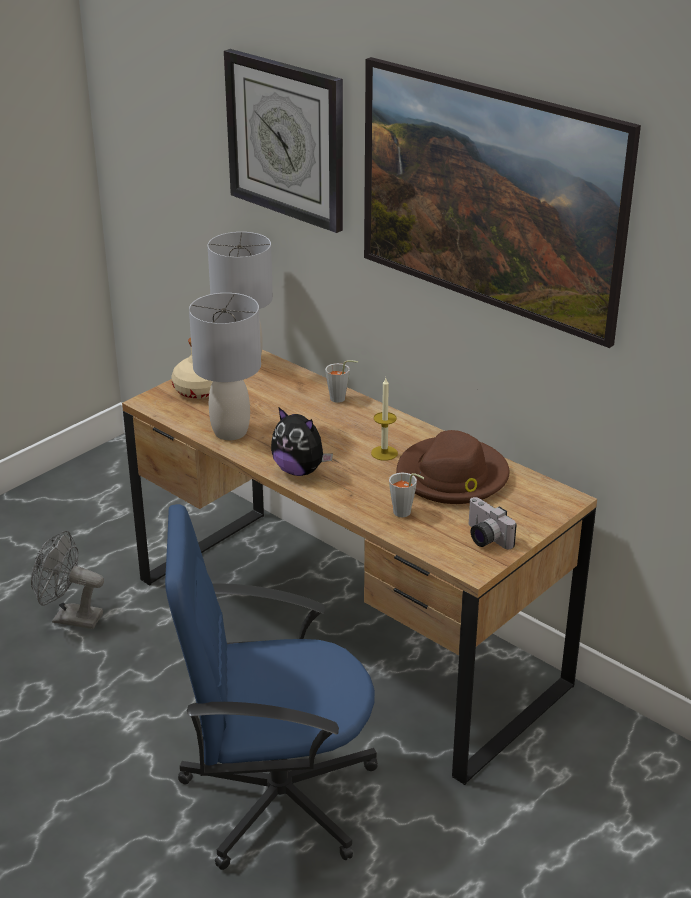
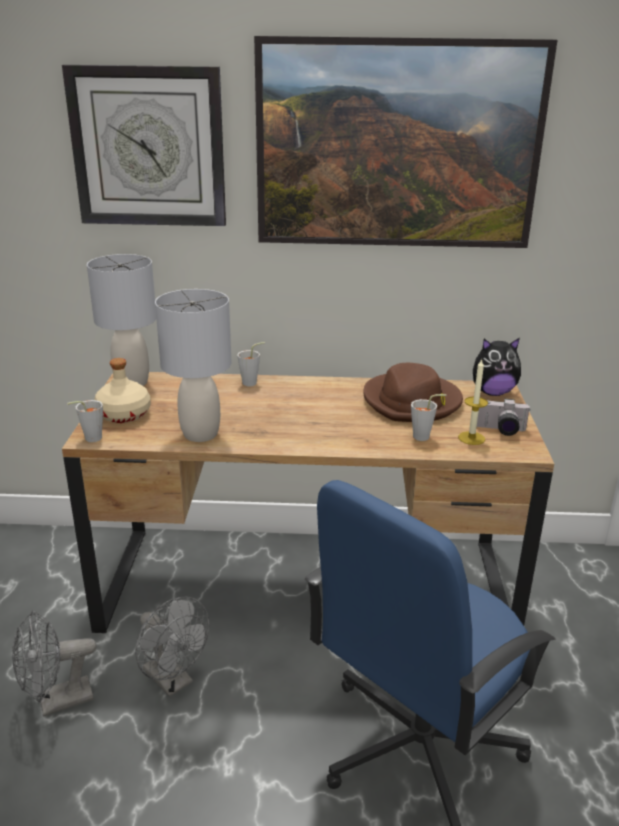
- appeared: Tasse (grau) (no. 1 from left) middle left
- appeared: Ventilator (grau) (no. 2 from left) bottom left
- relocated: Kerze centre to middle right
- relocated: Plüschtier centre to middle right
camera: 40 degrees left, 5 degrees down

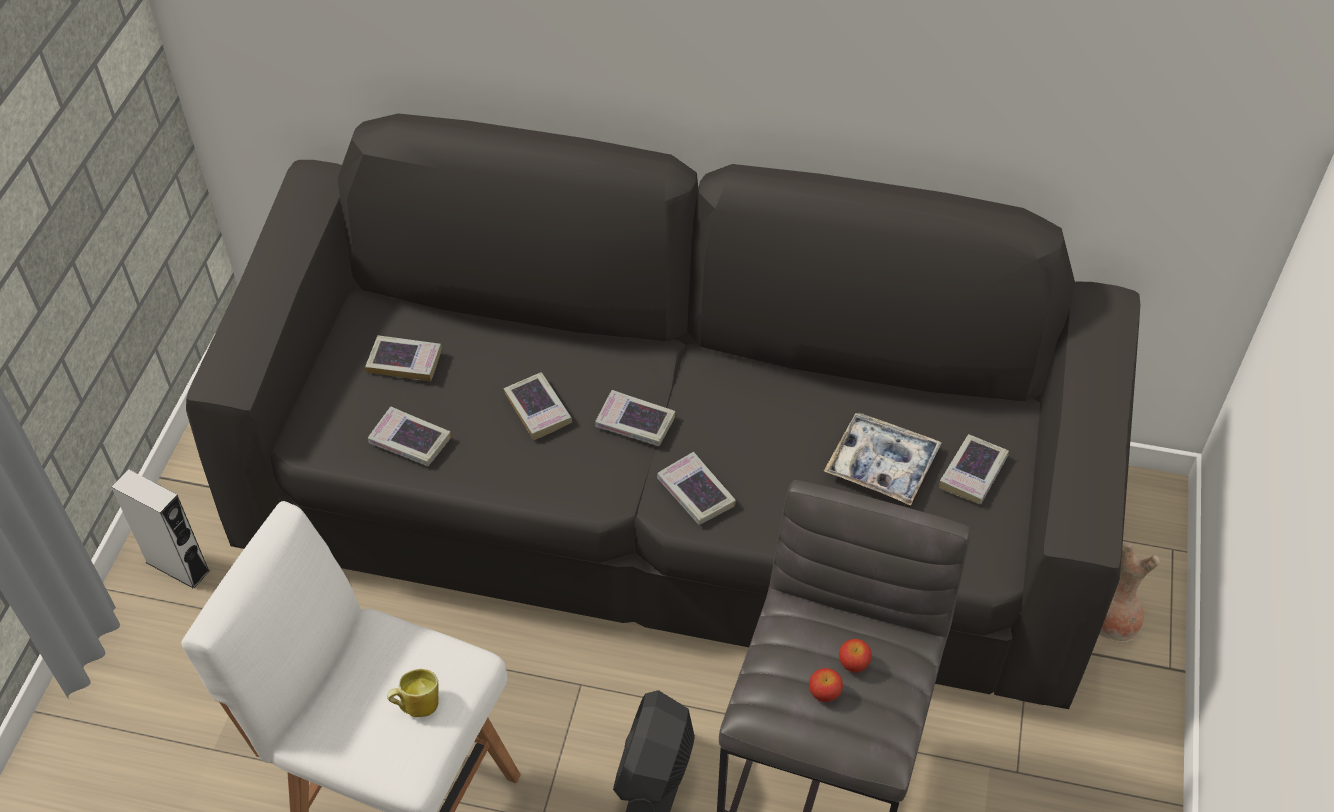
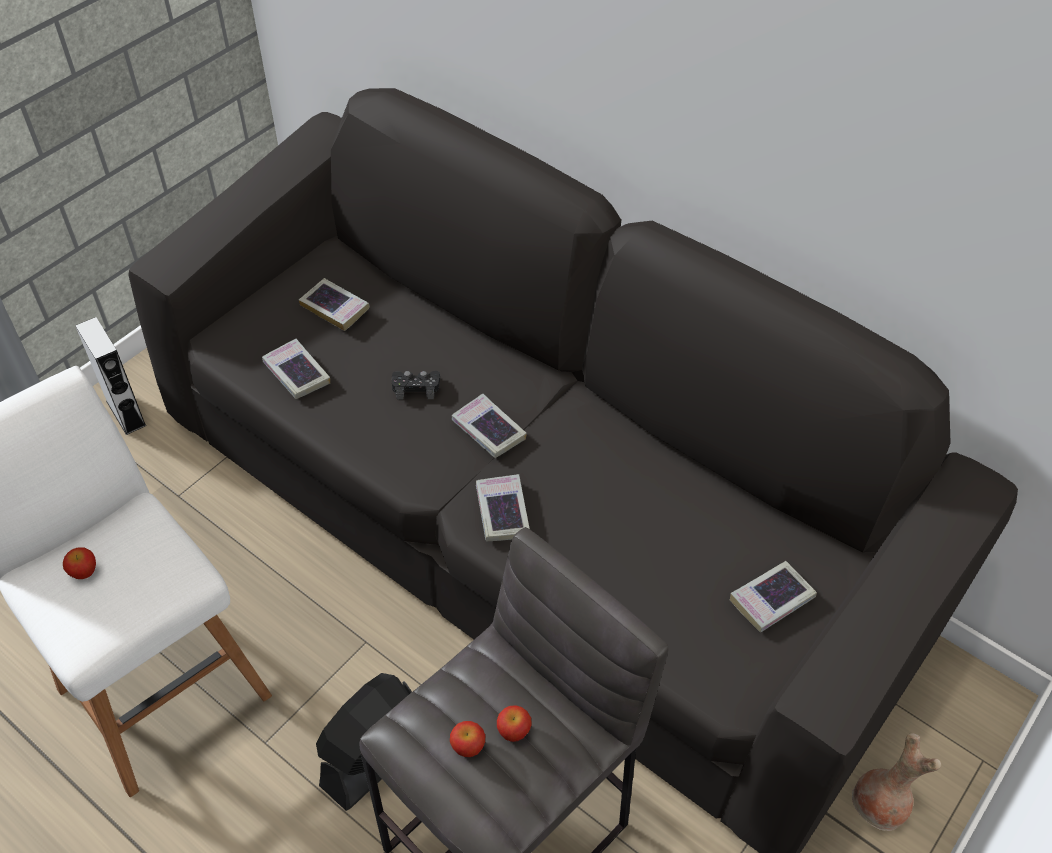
- appeared: Apfel (no. 1 from left) middle left
- exchanged: Buch (no. 3 from left) centre to Gamepad (schwarz) centre
- missing: Henkelbecher bottom left
- missing: Tablett centre
camera: 25 degrees right, 0 degrees up

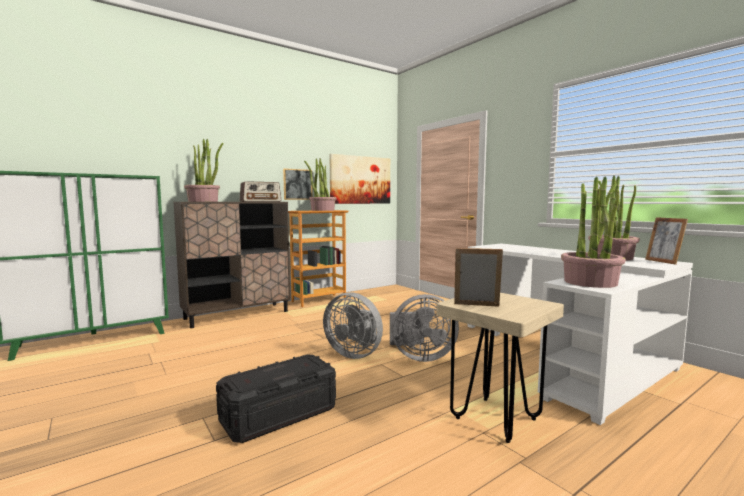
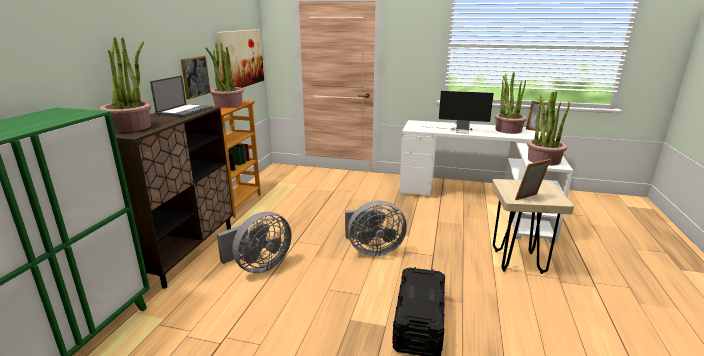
- exchanged: Radio centre to Laptop top left
- relocated: Ventilator (grau) (no. 2 from left in the first image) centre to Ventilator (grau) (no. 1 from left) bottom centre
- appeared: Monitor top centre
camera: 40 degrees left, 15 degrees up

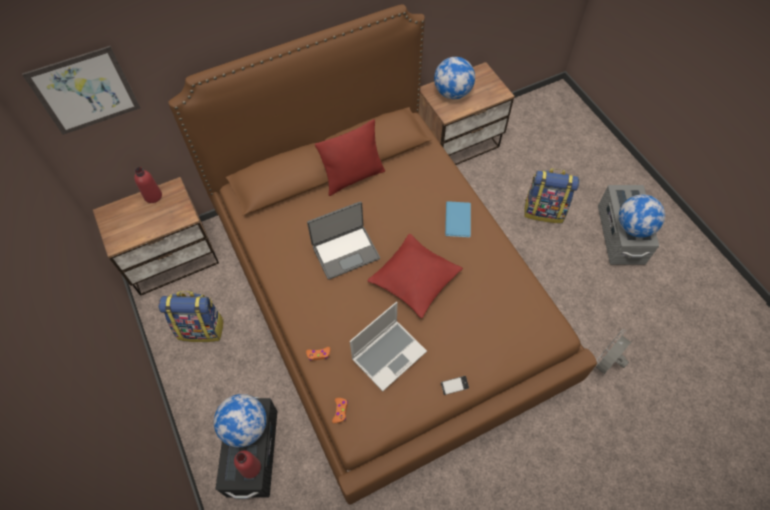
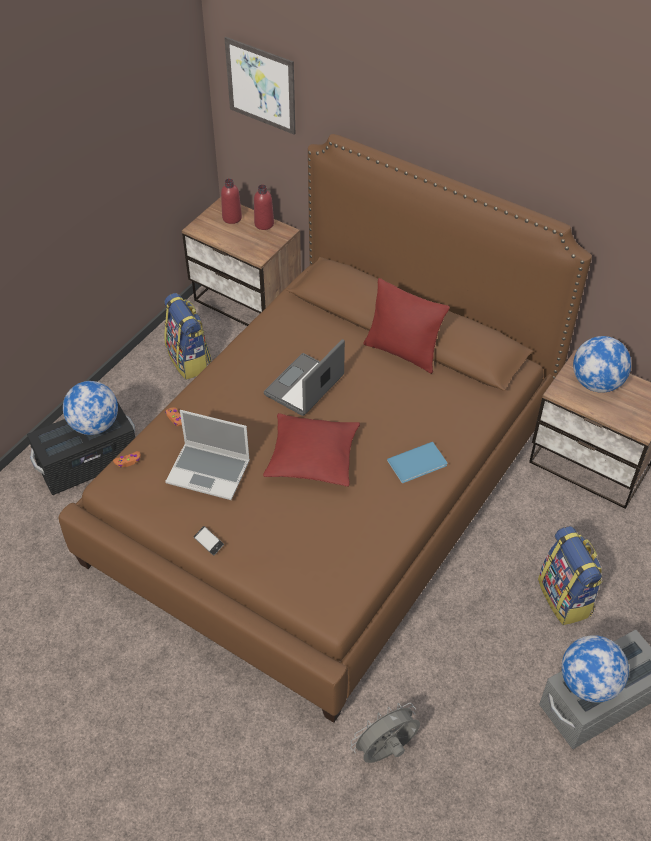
- relocated: Flasche (rot) (no. 2 from left in the first image) bottom left to Flasche (rot) (no. 1 from left) top centre
- spun: Laptop (no. 1 from left in the first image) centre = centre 90 degrees clockwise
- spun: Ventilator (grau) bottom right = bottom centre 45 degrees counterclockwise
camera: 60 degrees right, 10 degrees down

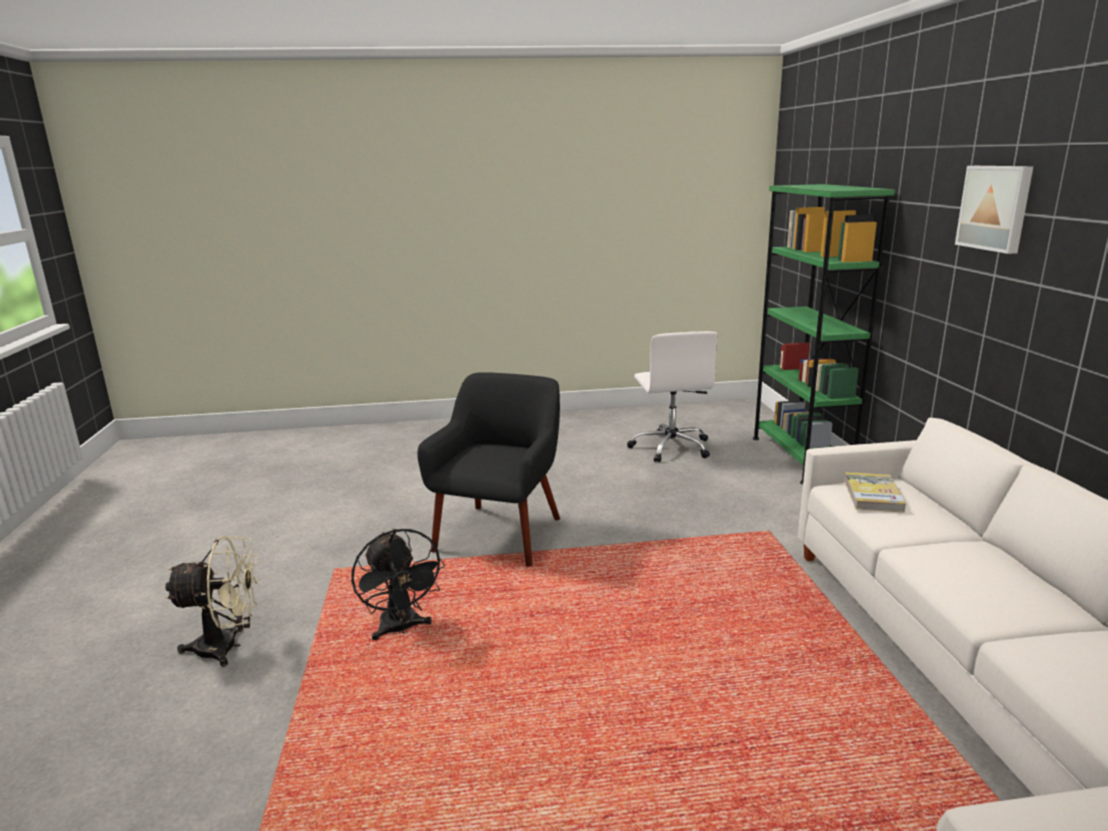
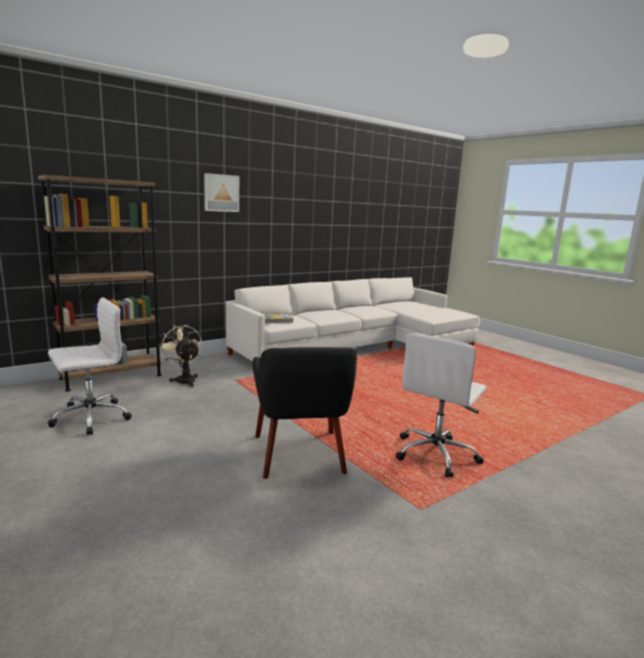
- colour: Bücherregal (grün) middle right to Bücherregal (braun) middle left
- relocated: Ventilator (beige) bottom left to middle left
- spun: Sessel (schwarz) centre = centre 90 degrees counterclockwise
- exchanged: Ventilator (schwarz) bottom centre to Bürostuhl (weiß) (no. 2 from left) middle right
camera: 120 degrees left, 5 degrees down

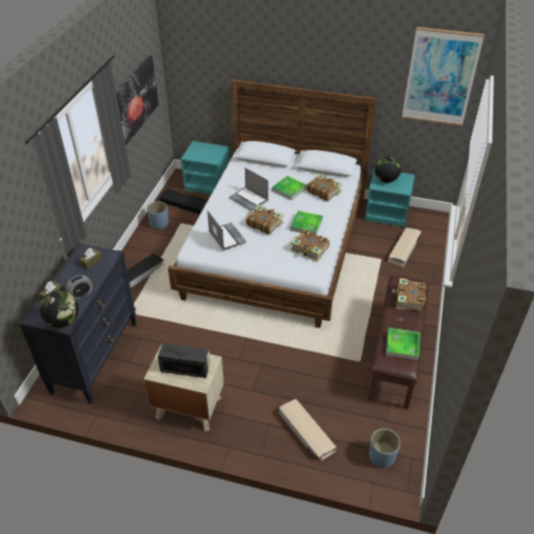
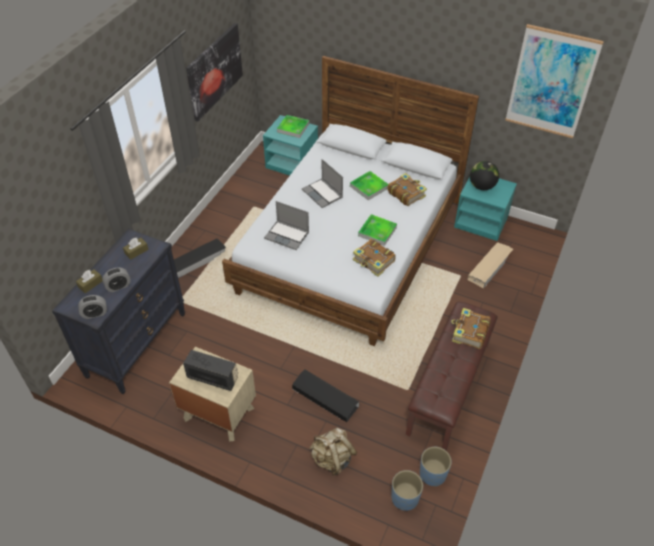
- exchanged: Globus (no. 1 from left) middle left to Wecker (no. 1 from left) middle left
- spun: Laptop (no. 1 from left) centre = centre 135 degrees clockwise
- relocated: Tablett (no. 3 from left in the first image) middle right to Tablett (no. 1 from left) top centre
- relocated: Aufbewahrungsbox (schwarz) (no. 2 from left) centre to bottom centre
- exchanged: Aufbewahrungsbox (beige) (no. 1 from left) bottom centre to Rucksack (beige) bottom centre
- relocated: Pflanzkübel (blau) (no. 1 from left in the first image) middle left to Pflanzkübel (blau) (no. 2 from left) bottom right
- missing: Buch (no. 1 from left) centre
camera: 10 degrees right, 5 degrees up

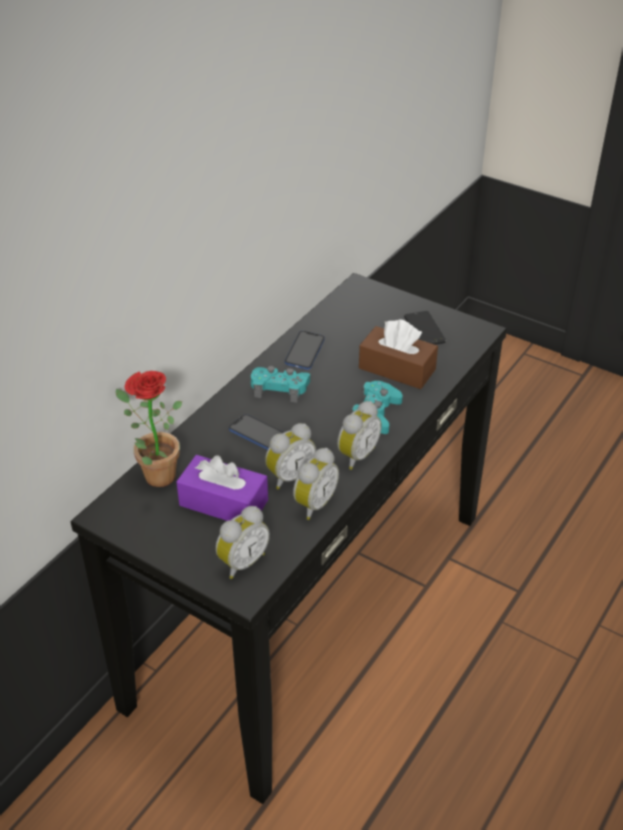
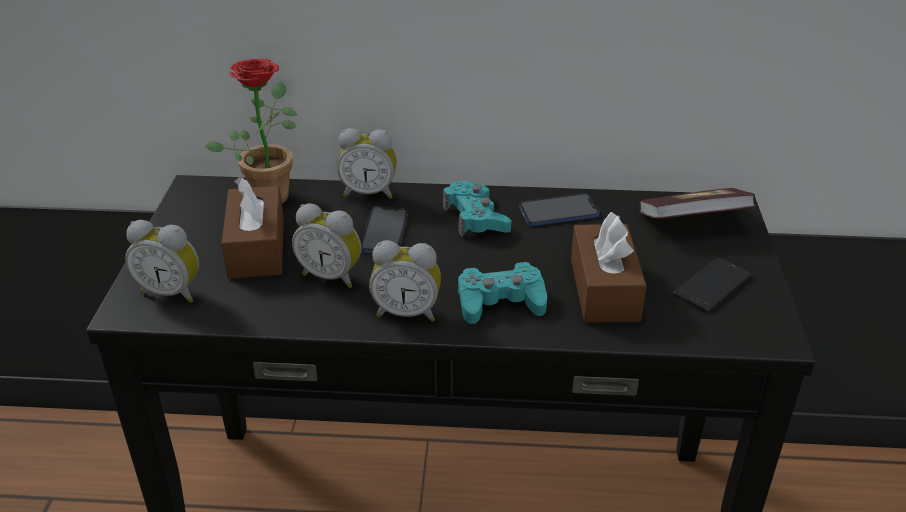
- colour: Taschentuchbox (lila) centre to Taschentuchbox (braun) (no. 1 from left) middle left
- relocated: Wecker (no. 3 from left) centre to top centre
- appeared: Buch middle right
camera: 60 degrees right, 5 degrees down

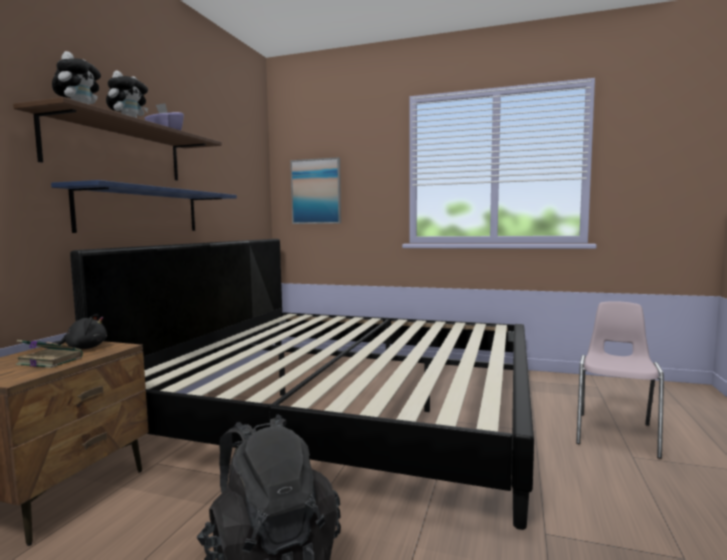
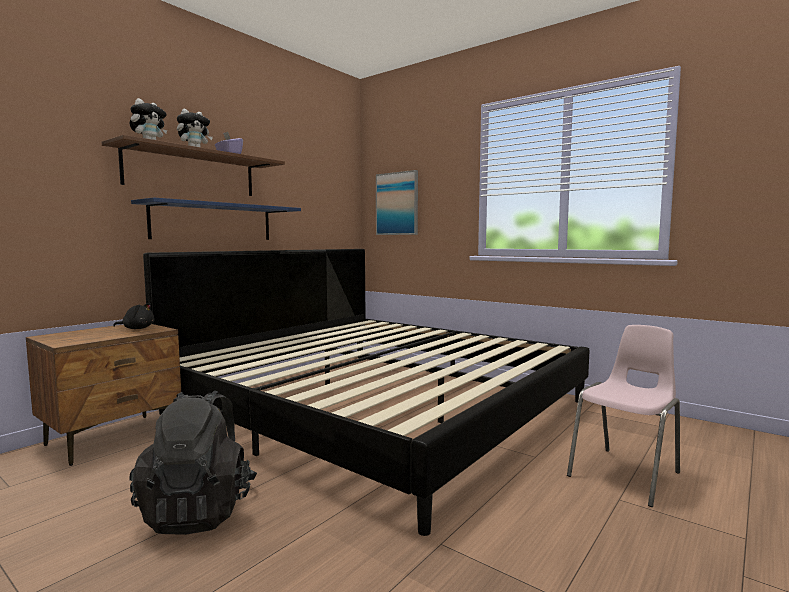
- missing: Buch middle left
camera: 20 degrees right, 0 degrees up

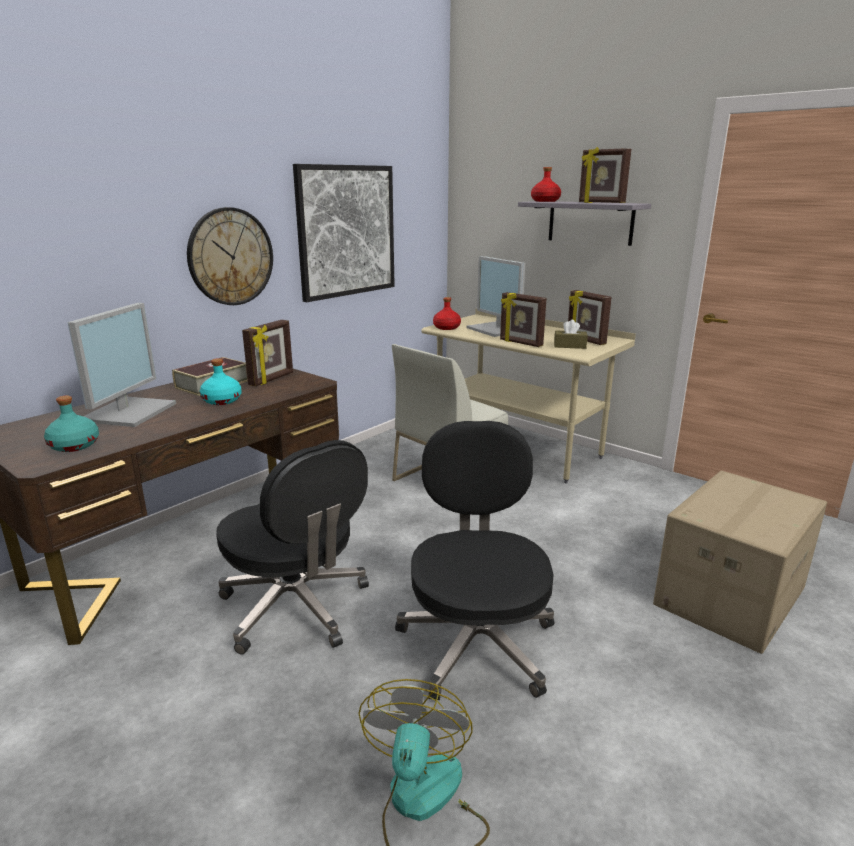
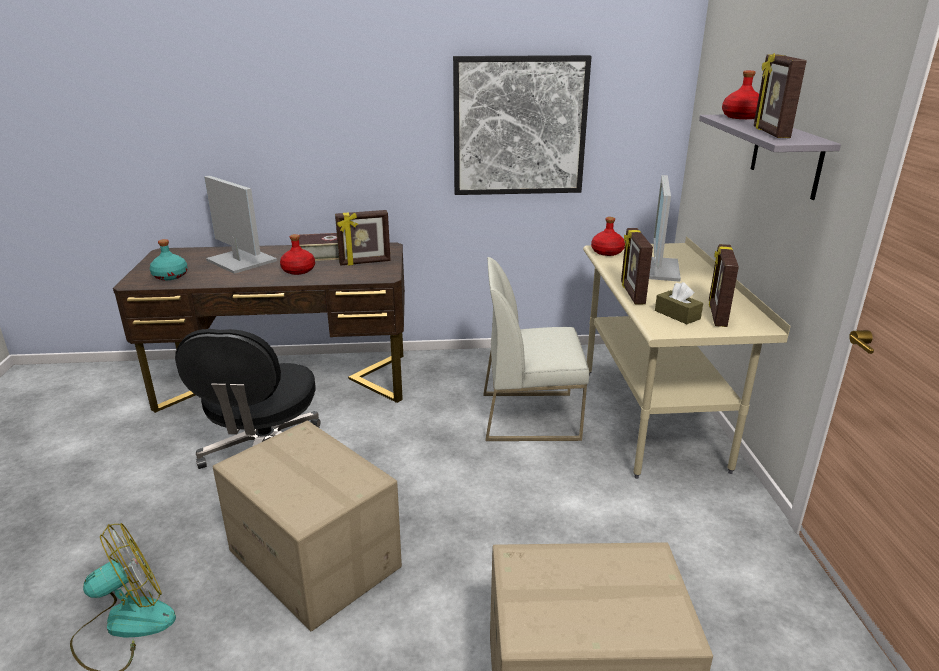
- spun: Monitor (no. 1 from left) middle left = middle left 105 degrees counterclockwise
- exchanged: Bürostuhl (schwarz) (no. 2 from left) centre to Karton (no. 1 from left) bottom left
- colour: Flasche (türkis) (no. 2 from left) middle left to Flasche (rot) (no. 1 from left) middle left
- missing: Wanduhr top left
camera: 45 degrees right, 5 degrees up

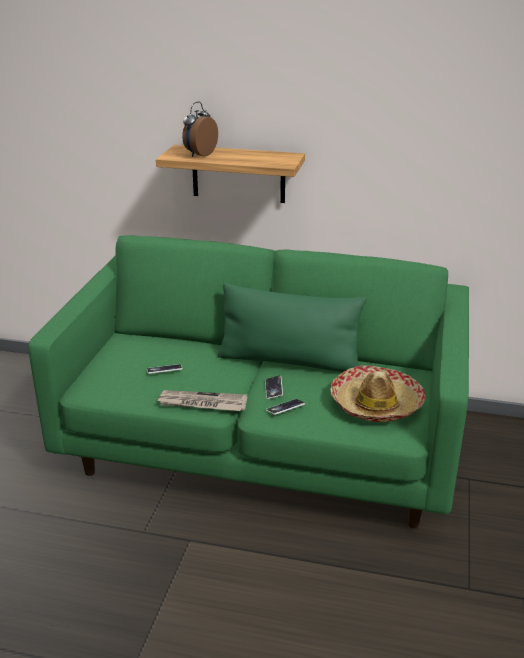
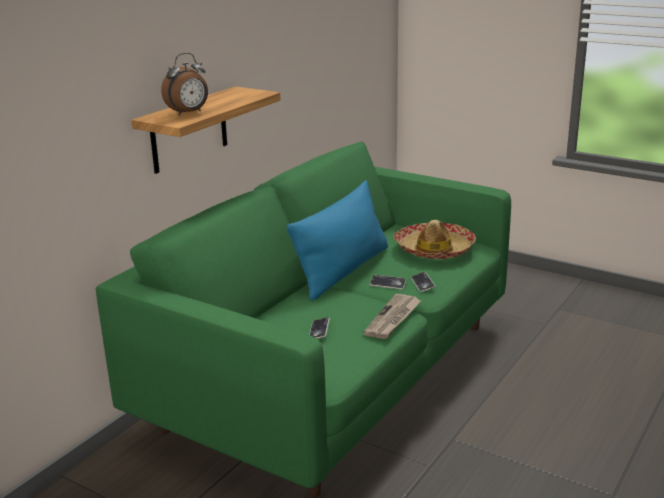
- spun: Wecker top centre = top left 90 degrees counterclockwise
- colour: Kissen (grün) centre to Kissen (blau) centre
camera: 70 degrees left, 5 degrees down

